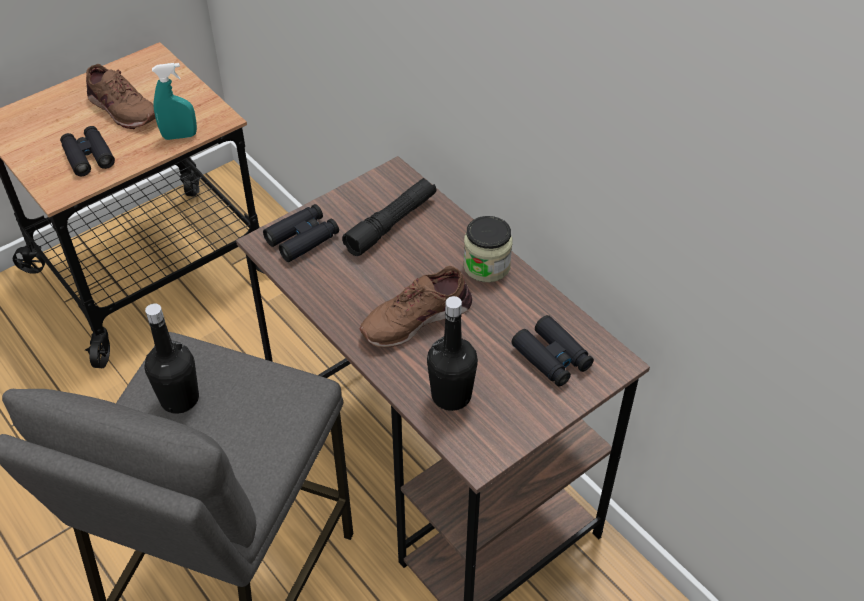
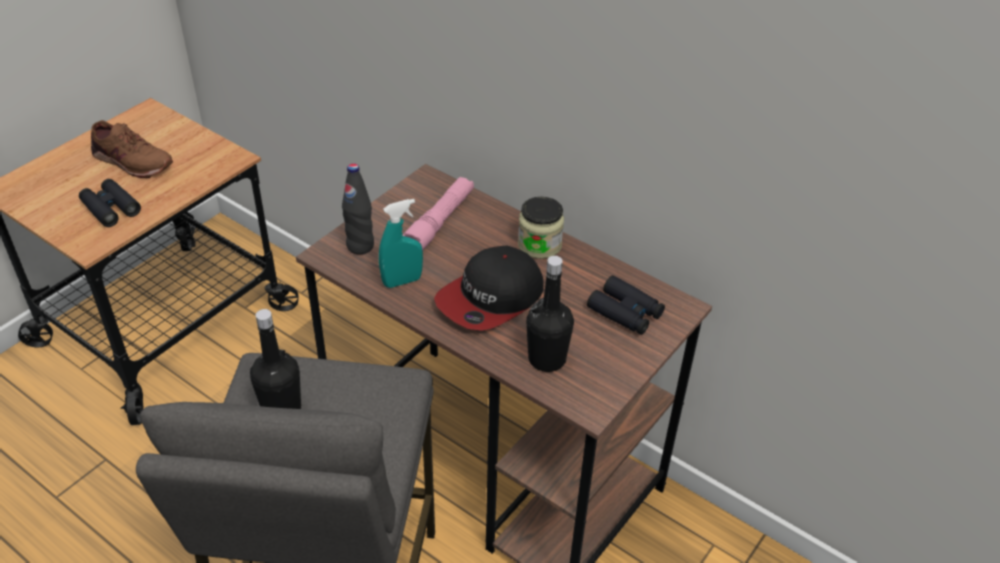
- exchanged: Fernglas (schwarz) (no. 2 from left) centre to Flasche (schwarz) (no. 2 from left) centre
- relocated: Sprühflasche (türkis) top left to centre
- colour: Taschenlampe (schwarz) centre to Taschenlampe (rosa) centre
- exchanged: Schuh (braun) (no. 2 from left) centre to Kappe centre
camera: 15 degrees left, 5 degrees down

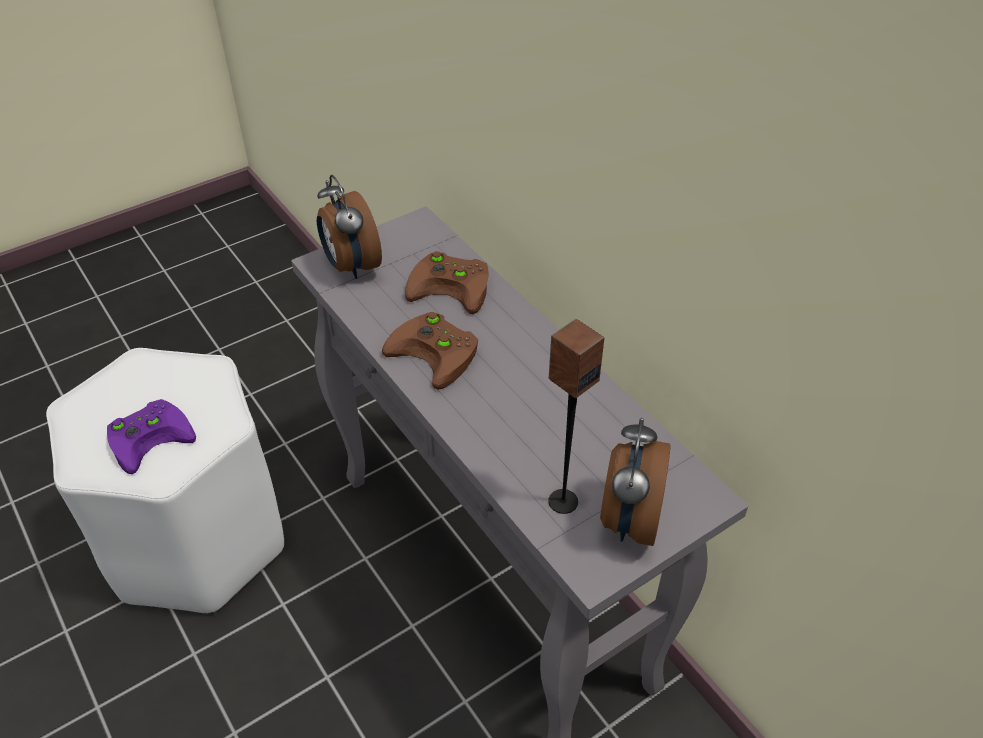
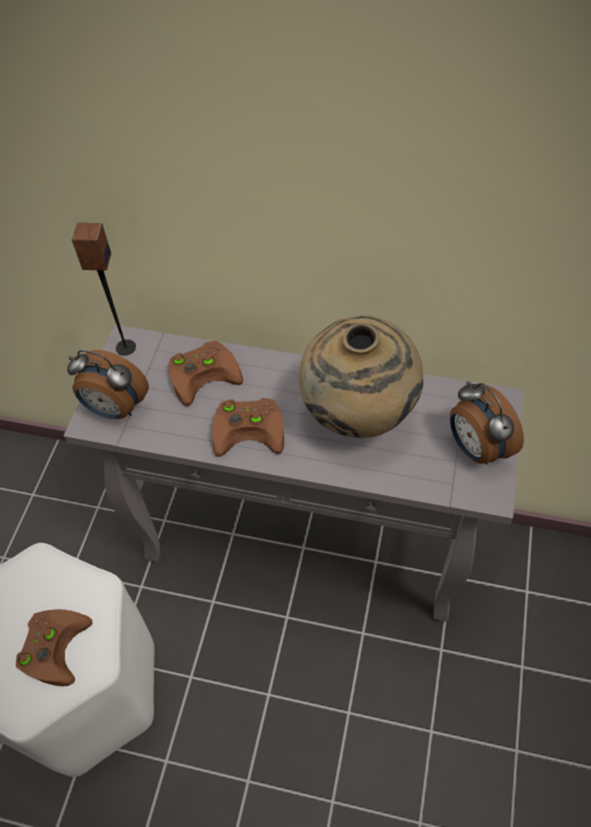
- colour: Gamepad (lila) middle left to Gamepad (braun) (no. 1 from left) bottom left
- relocated: Lautsprecher centre to middle left
- appeared: Vase (beige) centre
camera: 40 degrees left, 10 degrees up

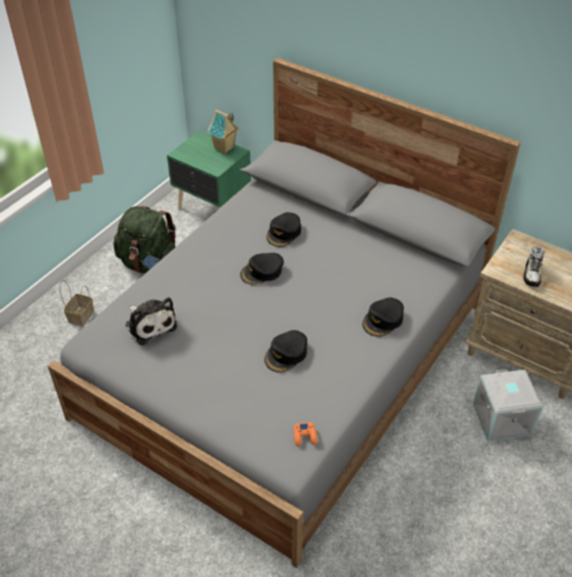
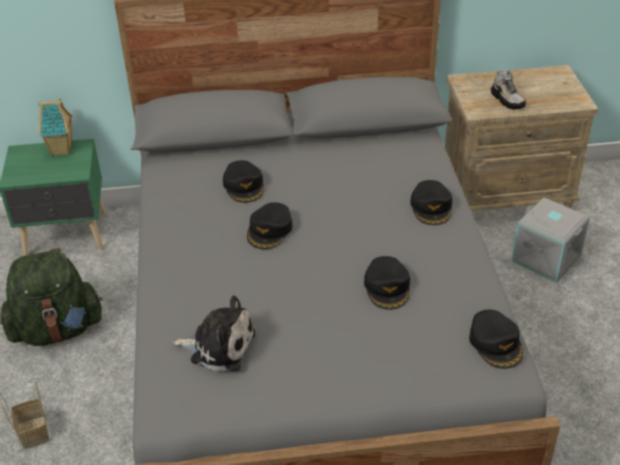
- exchanged: Gamepad (orange) bottom centre to Kappe (schwarz) (no. 5 from left) bottom right
camera: 40 degrees left, 5 degrees down

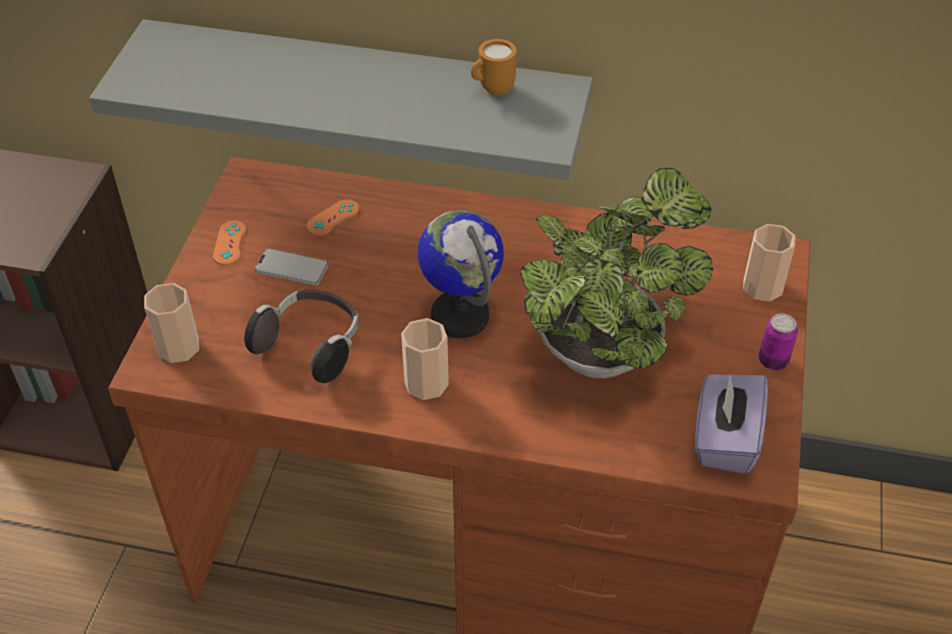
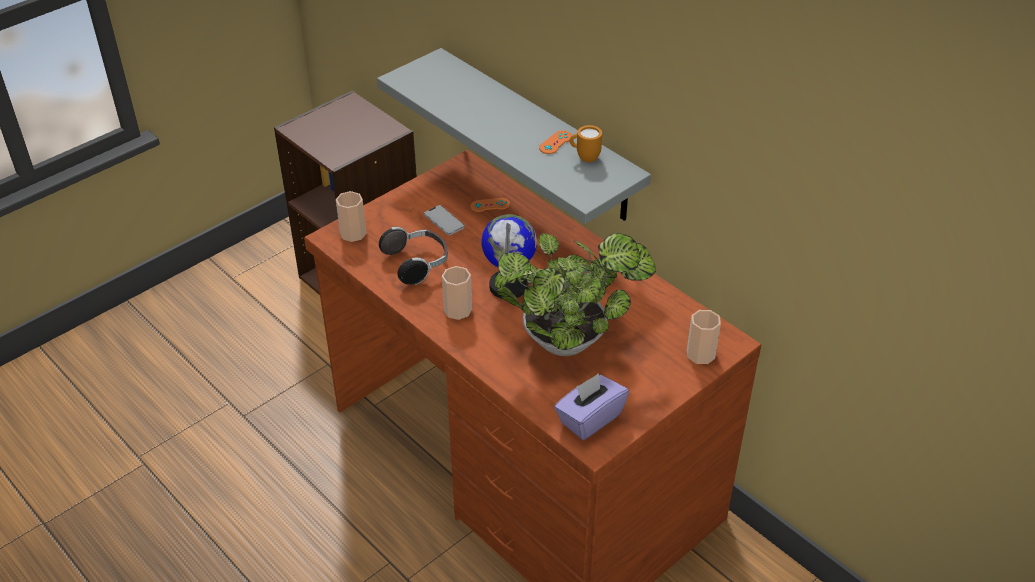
- relocated: Gamepad (orange) (no. 1 from left in the first image) middle left to Gamepad (orange) (no. 2 from left) top centre
- missing: Dose middle right
camera: 35 degrees right, 5 degrees down

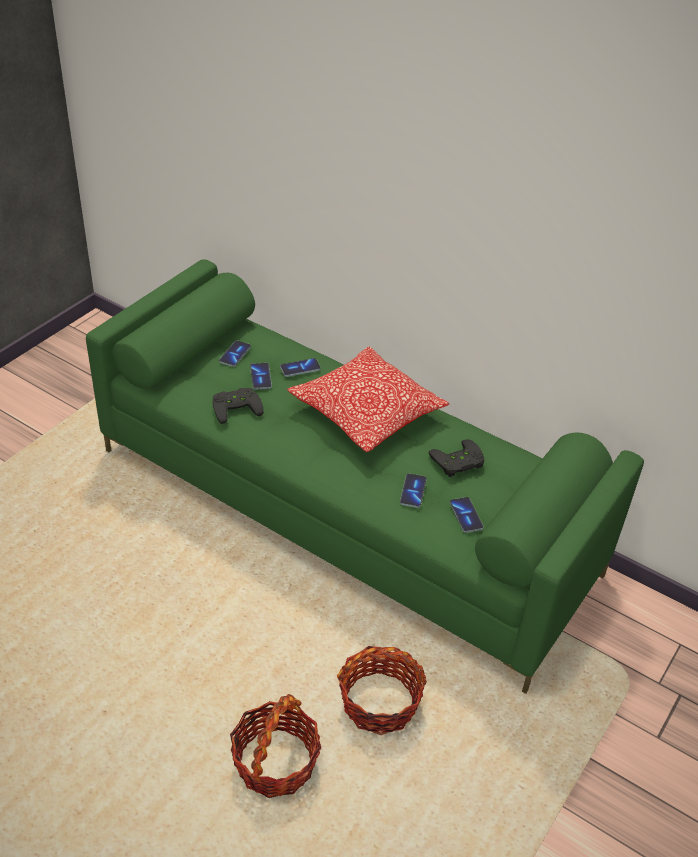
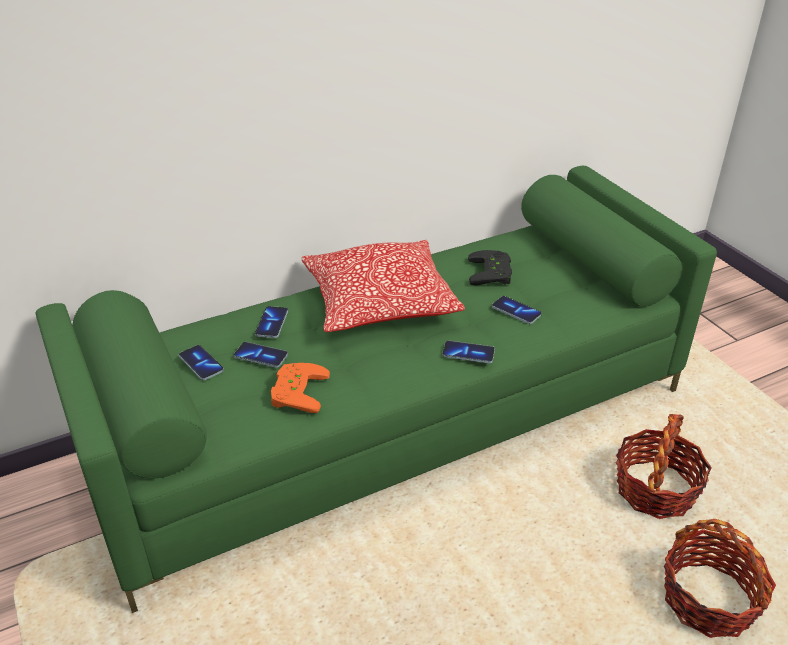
- colour: Gamepad (schwarz) (no. 1 from left) centre to Gamepad (orange) centre
- relocated: Handy (no. 5 from left in the first image) middle right to Handy (no. 4 from left) centre
camera: 60 degrees left, 5 degrees down

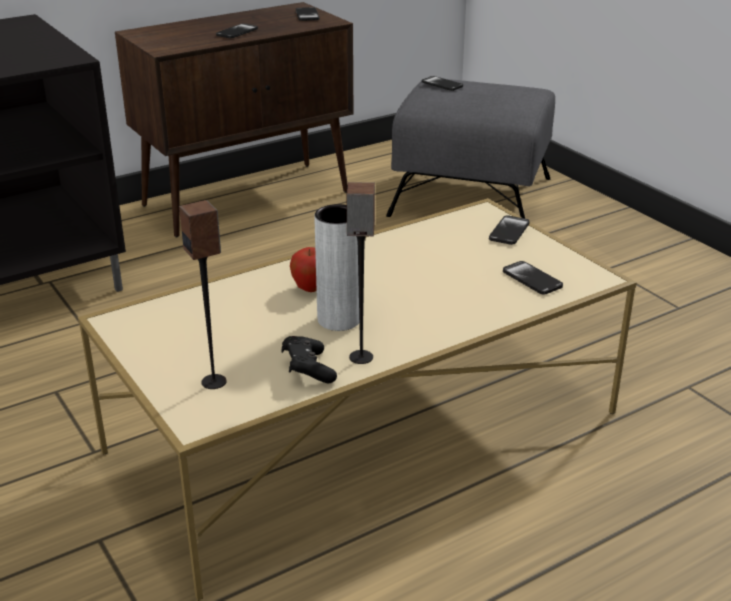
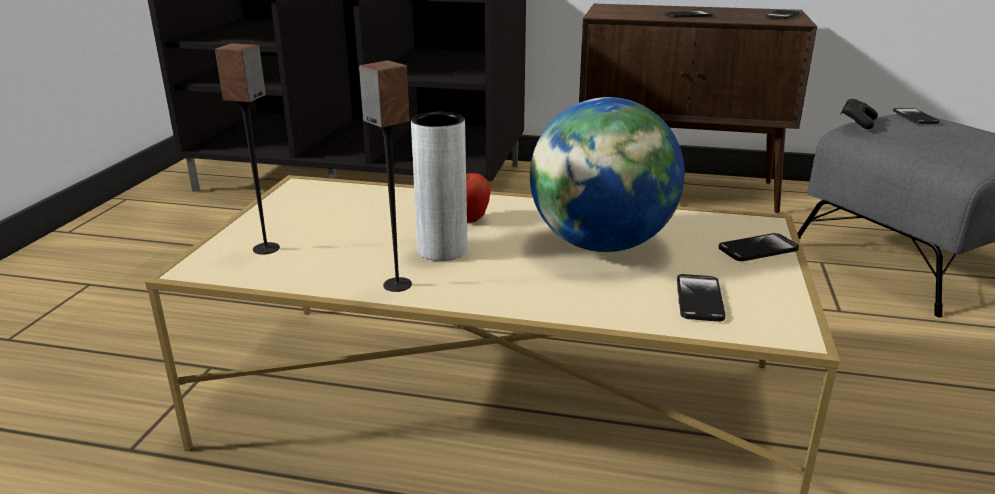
- appeared: Globus centre
- relocated: Gamepad (schwarz) centre to top right
camera: 45 degrees right, 5 degrees down

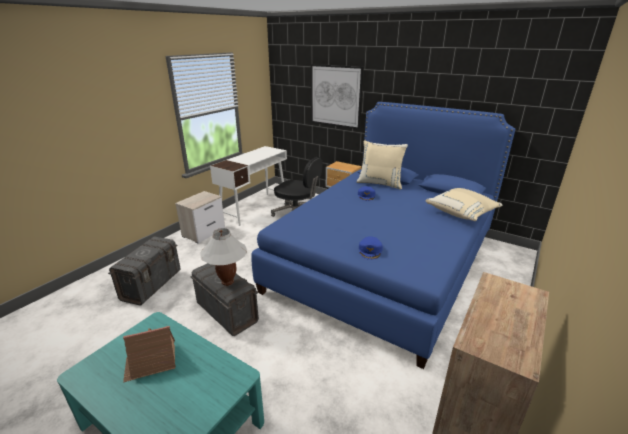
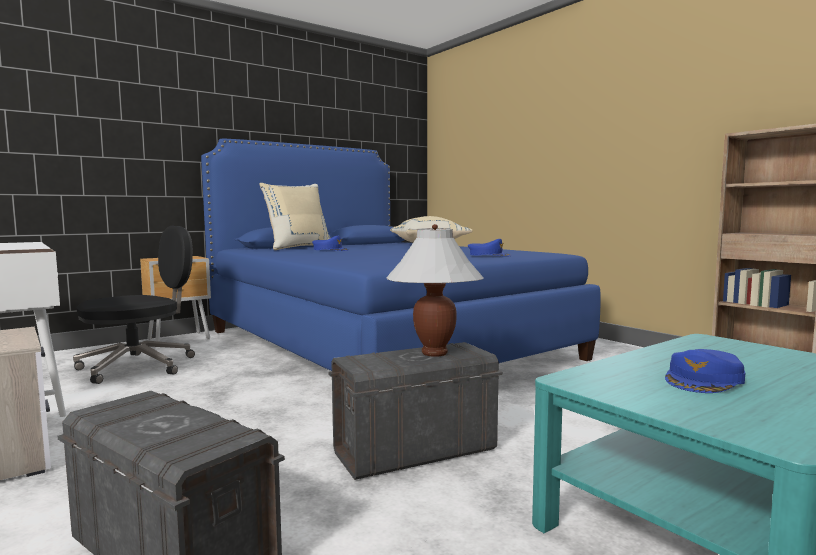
- exchanged: Spielzeughaus bottom left to Kappe (blau) (no. 3 from left) bottom right
- missing: Bild top centre
camera: 70 degrees left, 20 degrees down

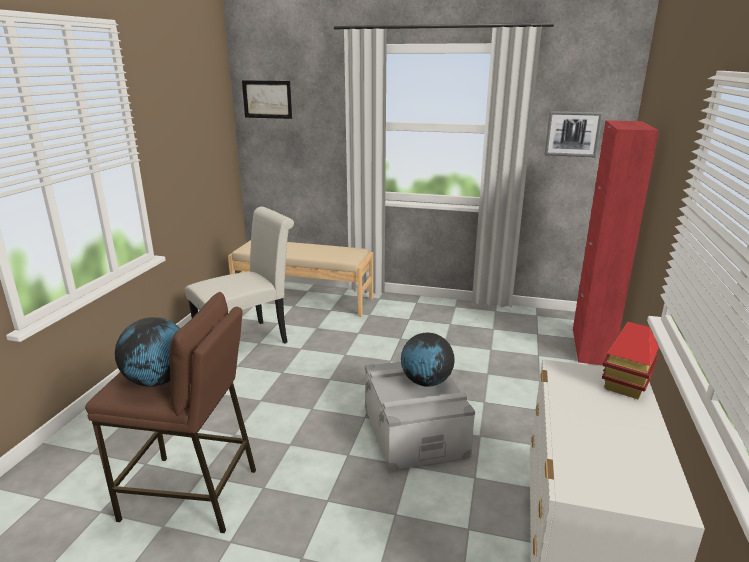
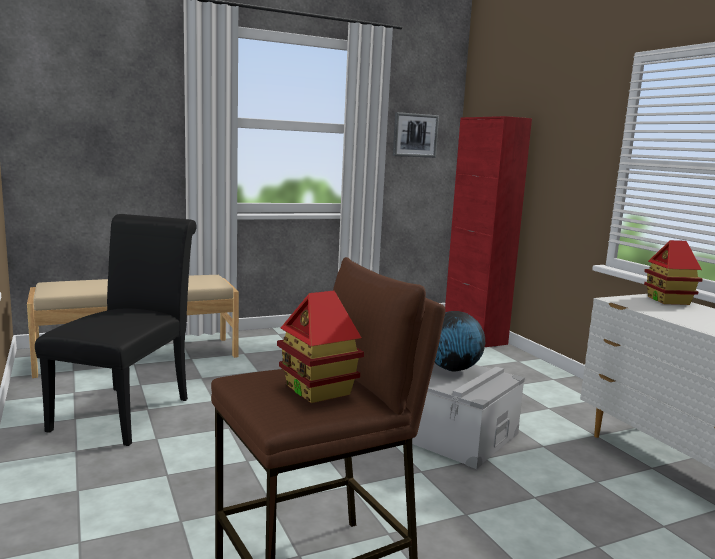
- colour: Stuhl (weiß) middle left to Stuhl (schwarz) middle left
- exchanged: Globus (no. 1 from left) middle left to Spielzeughaus (no. 1 from left) centre
- missing: Bild (no. 1 from left) top centre
camera: 40 degrees left, 10 degrees down

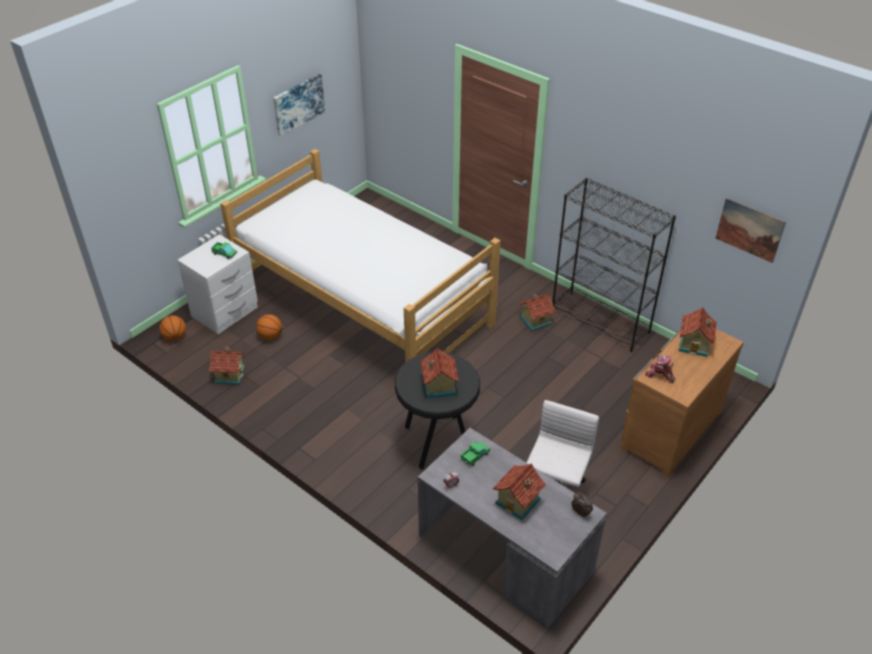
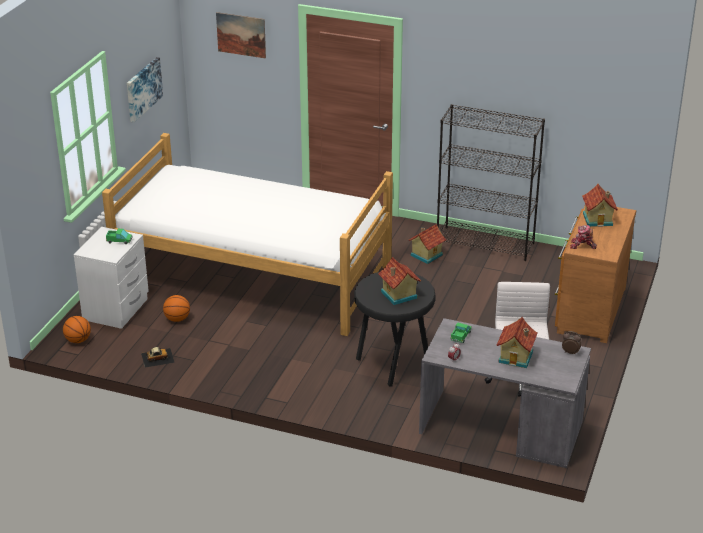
- exchanged: Spielzeughaus (no. 1 from left) middle left to Spielzeugauto bottom left
- relocated: Bild (no. 2 from left) middle right to top centre
camera: 20 degrees left, 10 degrees down

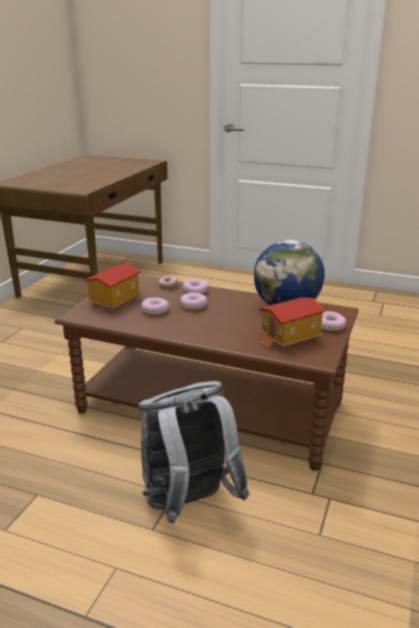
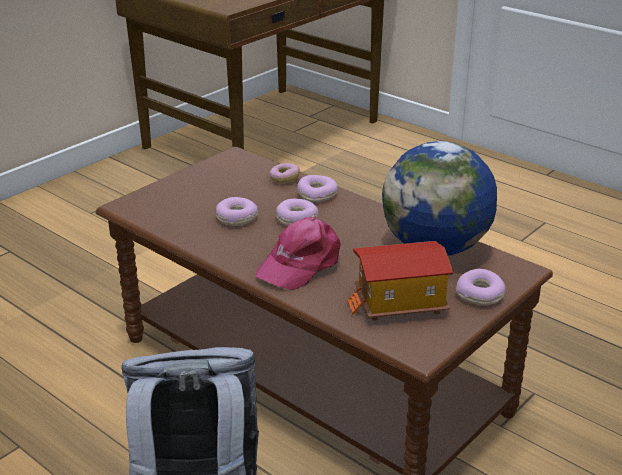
- appeared: Kappe (rosa) centre
- missing: Spielzeughaus (no. 1 from left) middle left
camera: 20 degrees right, 5 degrees up

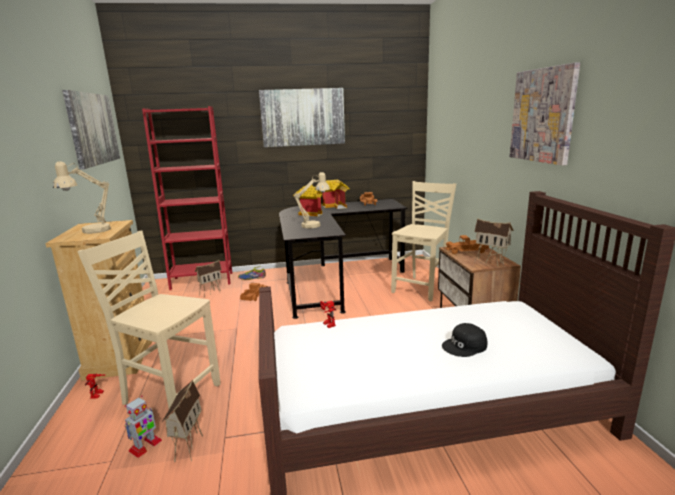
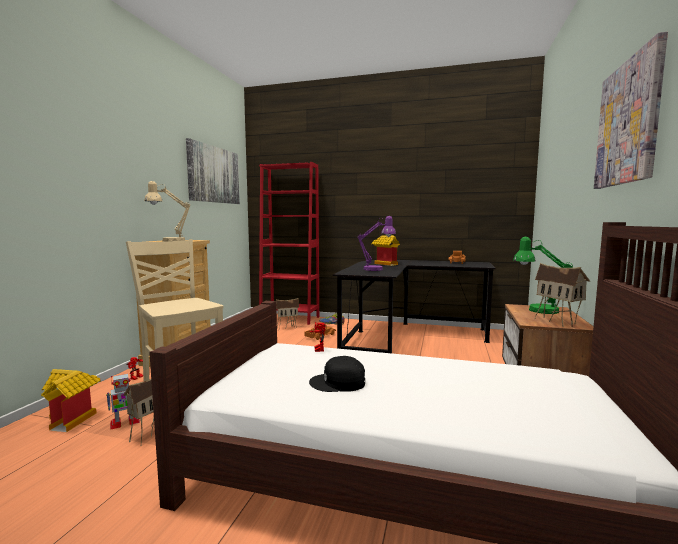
- relocated: Spielzeughaus (no. 4 from left in the first image) centre to Spielzeughaus (no. 1 from left) bottom left
- relocated: Kappe (schwarz) bottom right to bottom centre
- colour: Tischlampe (beige) (no. 2 from left) centre to Tischlampe (lila) centre
- exchanged: Spielzeuglaster (no. 3 from left) middle right to Tischlampe (grün) middle right
- missing: Bild (no. 2 from left) top centre
- missing: Stuhl (beige) (no. 2 from left) centre
camera: 25 degrees right, 10 degrees down

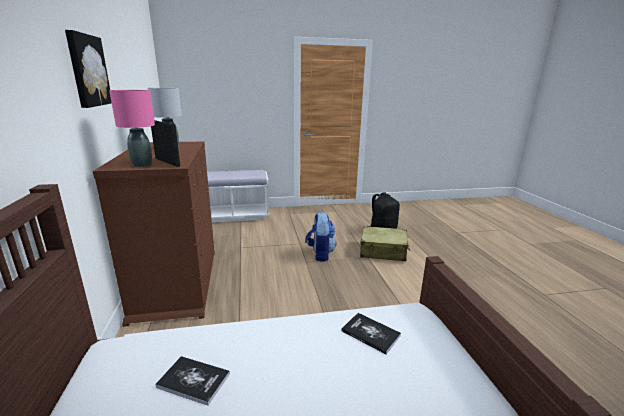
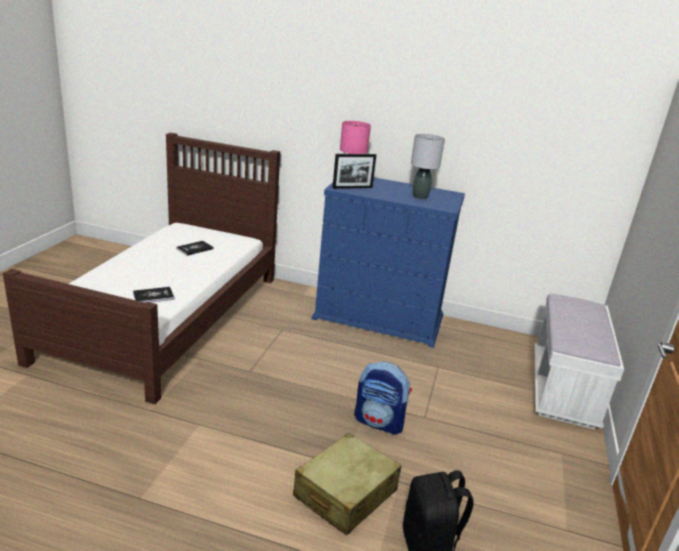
- colour: Kommode (braun) middle left to Kommode (blau) centre
- missing: Bild top left
camera: 115 degrees right, 5 degrees up

